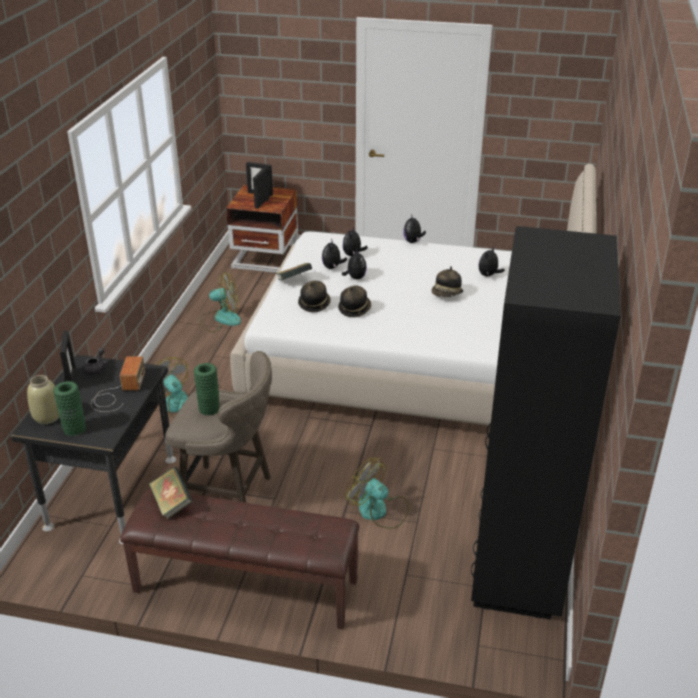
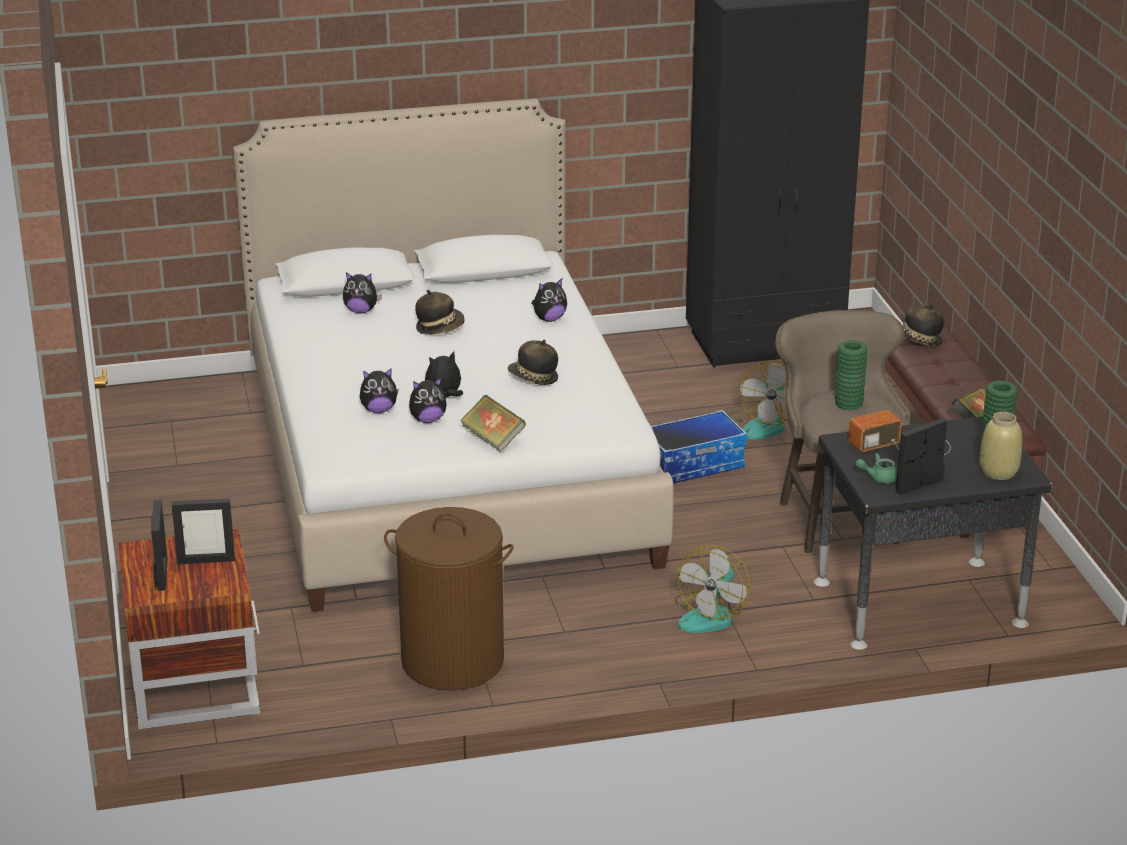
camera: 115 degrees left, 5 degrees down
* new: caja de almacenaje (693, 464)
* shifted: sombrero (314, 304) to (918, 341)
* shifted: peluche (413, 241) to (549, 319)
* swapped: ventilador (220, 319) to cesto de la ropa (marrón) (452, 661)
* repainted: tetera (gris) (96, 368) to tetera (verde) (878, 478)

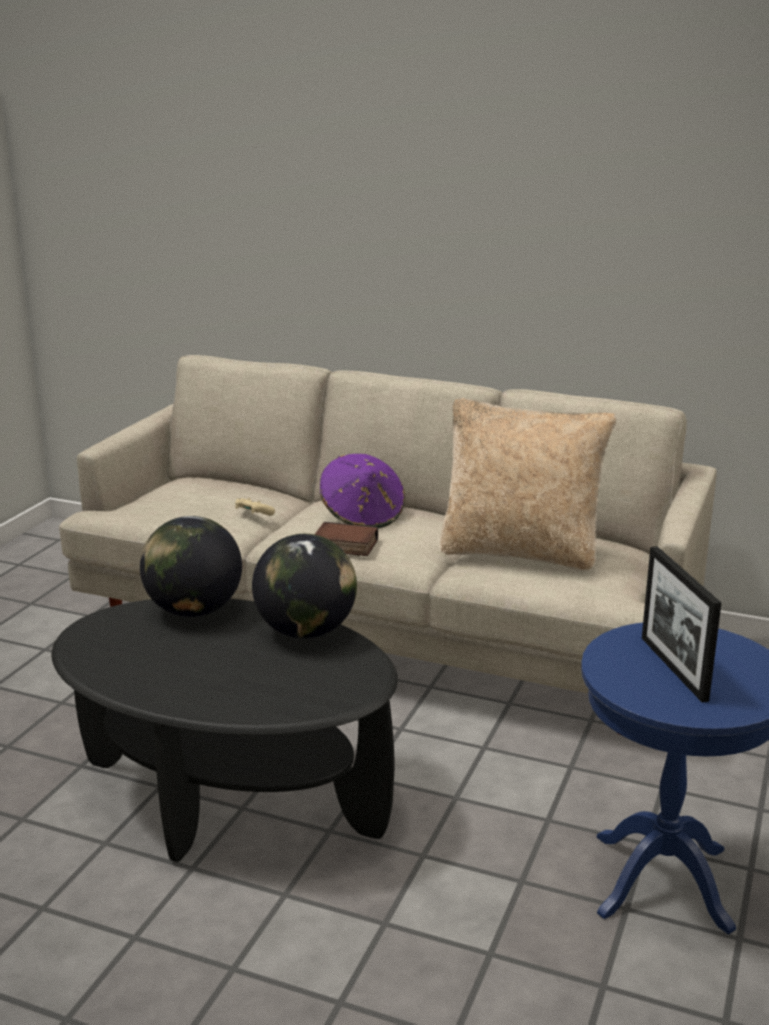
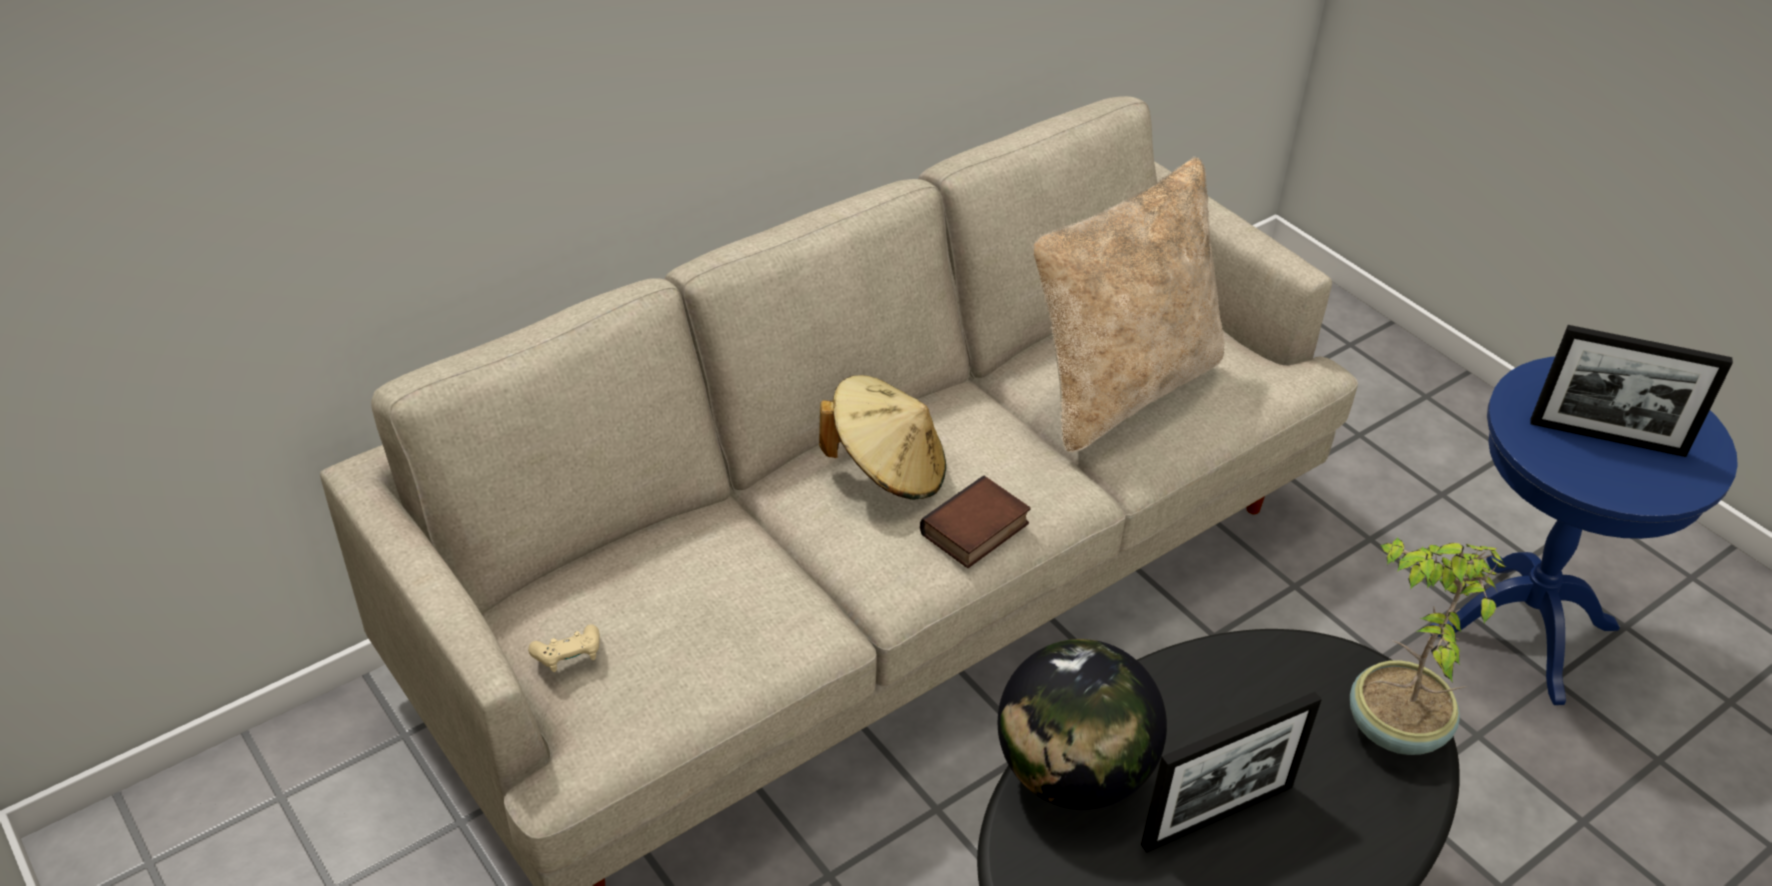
camera: 60 degrees left, 20 degrees up
* gone: globo terráqueo (305, 632)
* new: portarretratos (1217, 816)
* new: planta en maceta (1392, 728)
* shifted: mando de consola (beis) (253, 514) to (569, 657)
* repainted: sombrero (morado) (362, 516) to sombrero (beis) (887, 470)

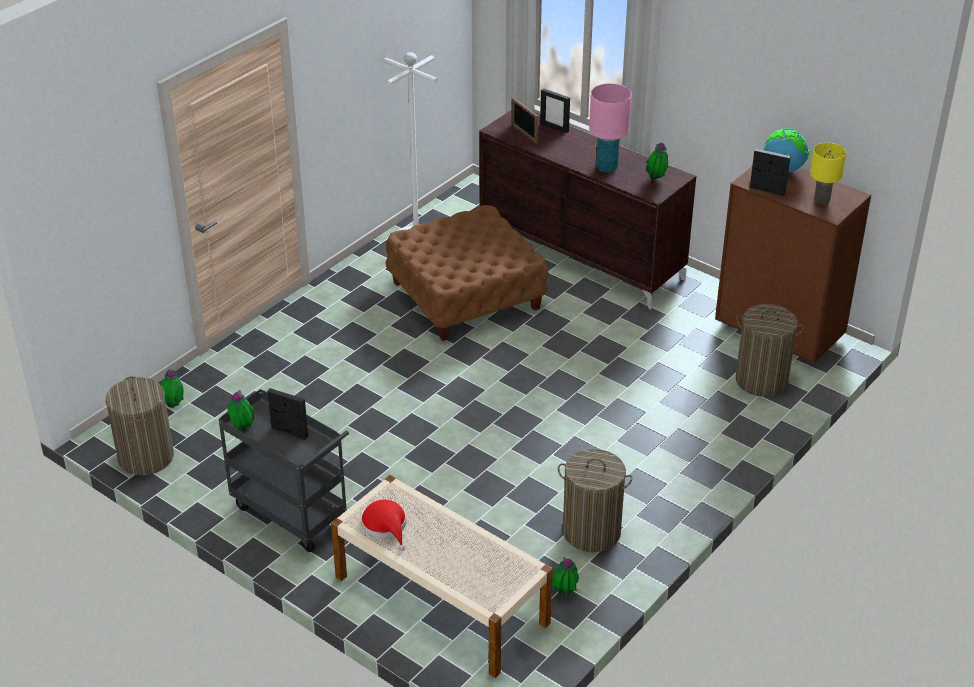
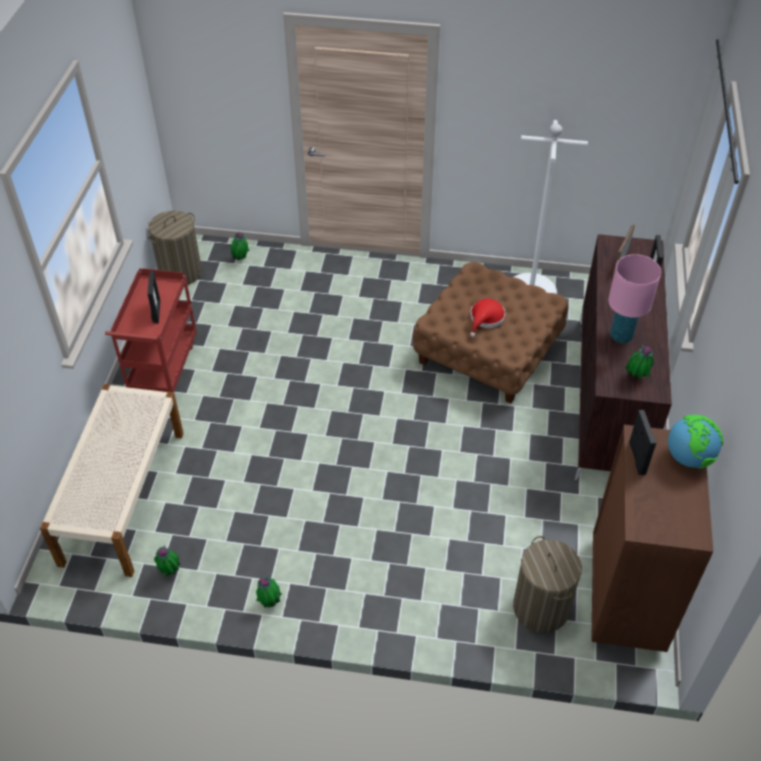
camera: 60 degrees right, 10 degrees up
* gone: cesto de la ropa (591, 532)
* gone: lámpara de mesa (amarillo) (820, 201)
* shifted: planta en maceta (242, 429) to (270, 602)
* shifted: sombrero (rojo) (386, 526) to (485, 319)
* repainted: carrito (gris) (292, 518) to carrito (rojo) (164, 373)

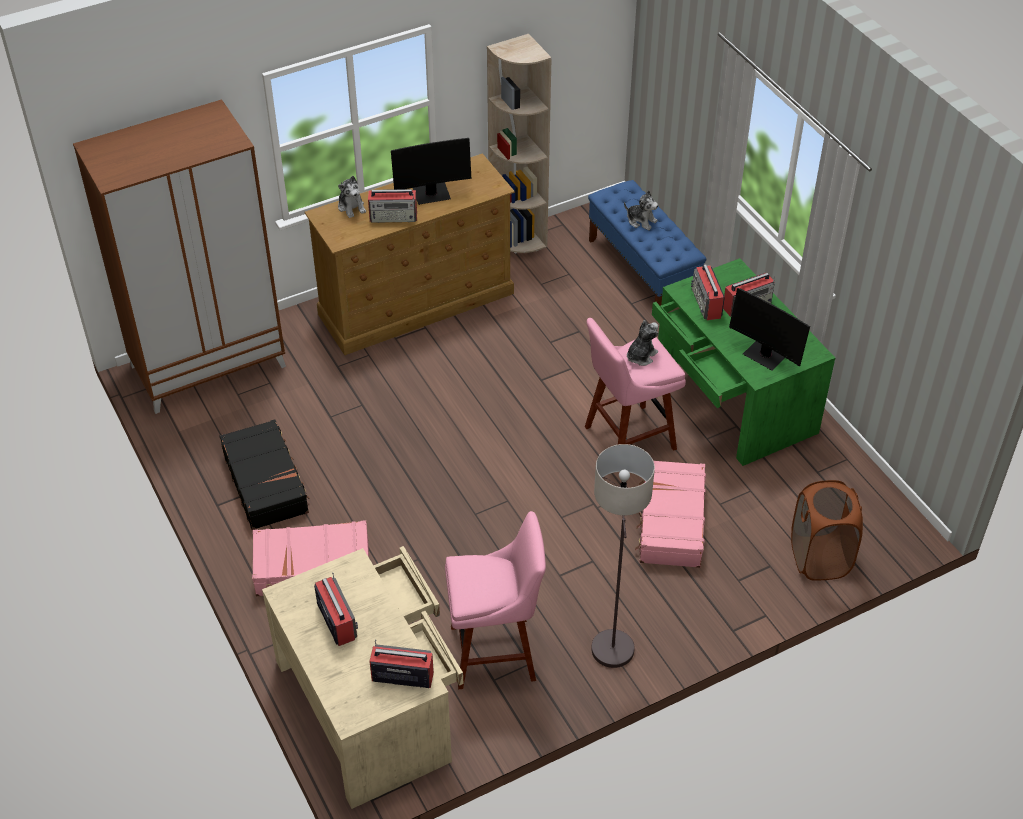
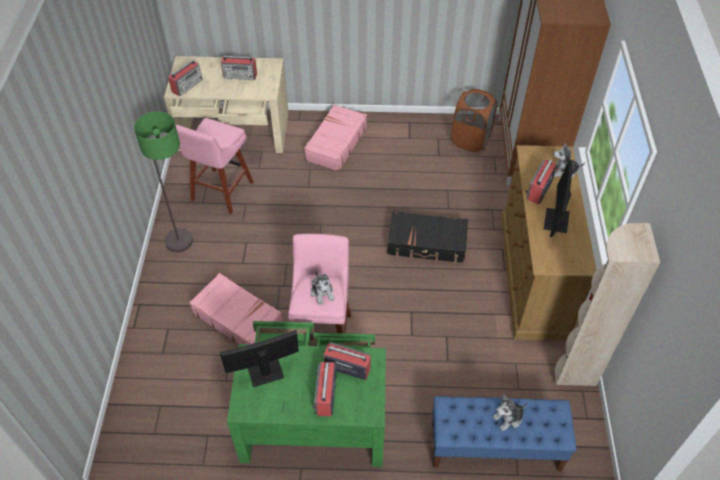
camera: 120 degrees right, 5 degrees up
* shifted: maleta (negro) (266, 482) to (427, 243)
* shifted: cesto de la ropa (marrón) (819, 558) to (470, 140)
* repainted: lámpara de pie (gris) (611, 639) to lámpara de pie (verde) (185, 244)

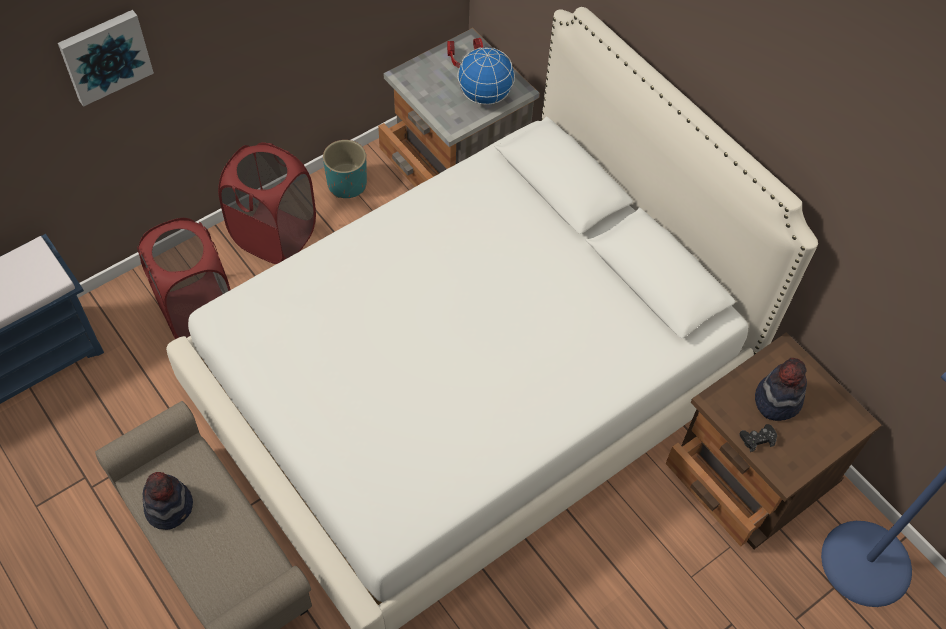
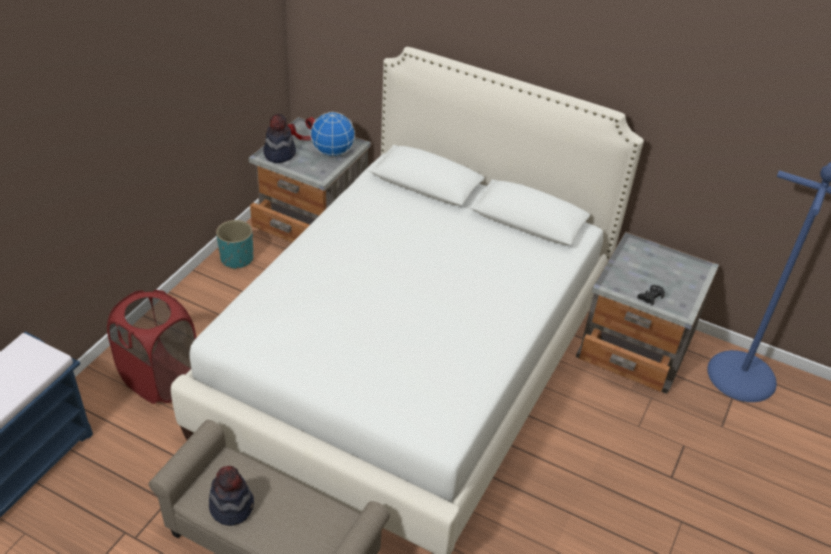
camera: 25 degrees left, 15 degrees down
* gone: cuadro (105, 55)
* gone: cesto de la ropa (rojo) (274, 236)
* shifted: sombrero (777, 399) to (279, 153)
* repainted: mesita de noche (marrón) (750, 474) to mesita de noche (gris) (635, 349)

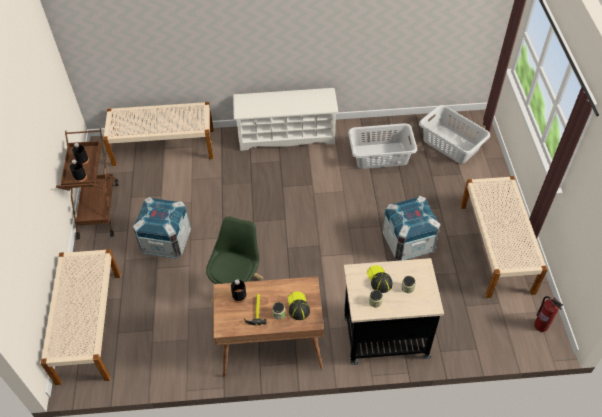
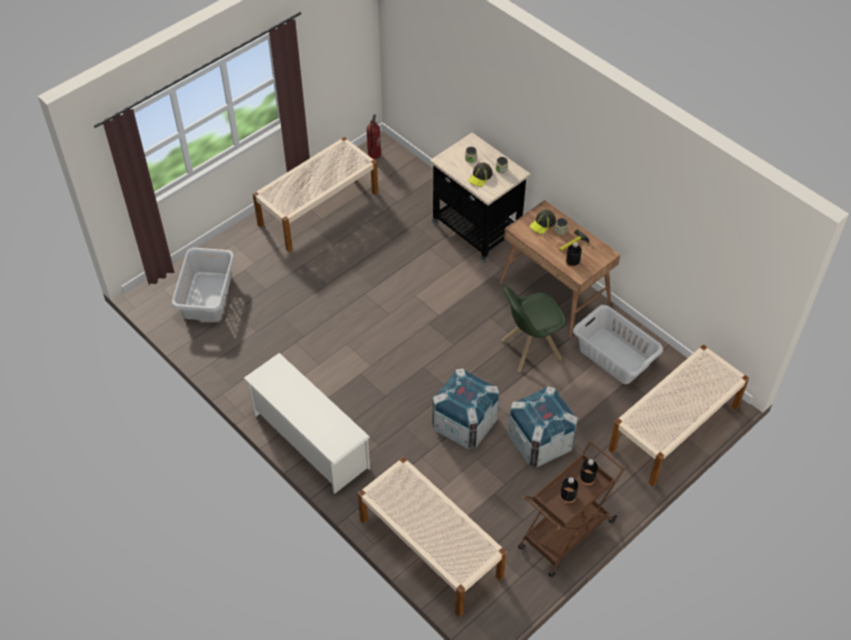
camera: 130 degrees left, 0 degrees up
* shifted: cesto de la ropa (gris) (380, 155) to (614, 357)
* shifted: caja de embalaje (408, 242) to (464, 424)

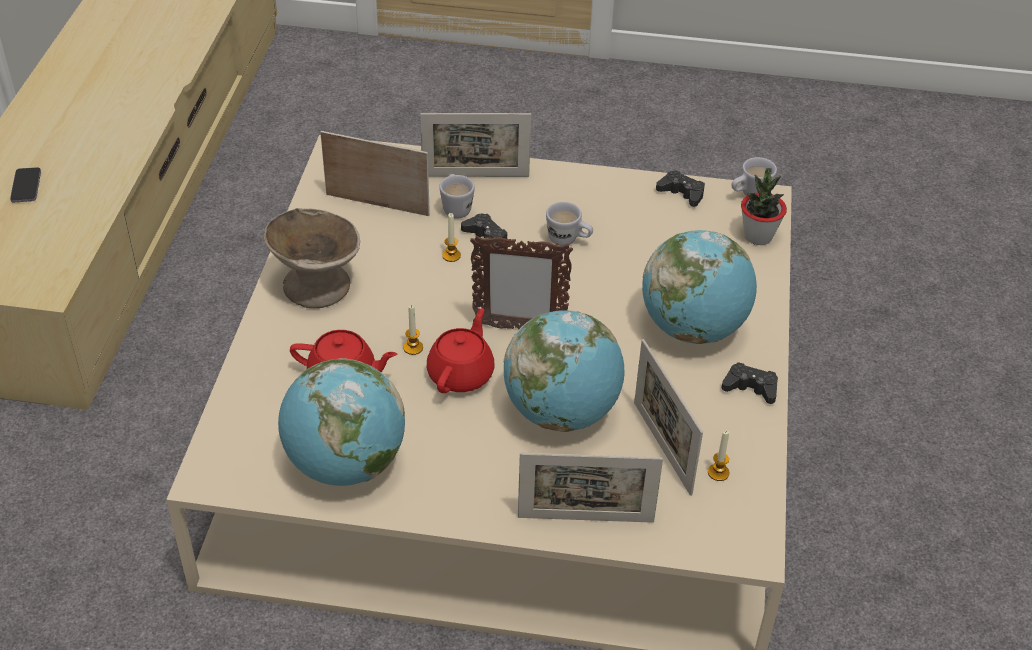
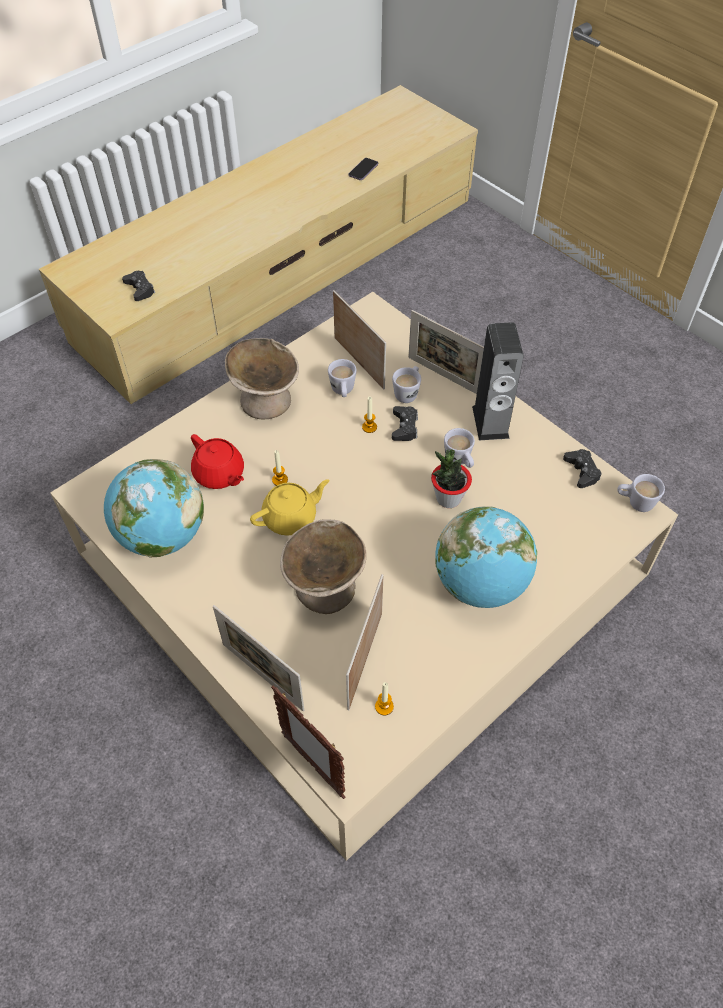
camera: 40 degrees right, 10 degrees up
* new: taza grande (blanco) (343, 392)
* new: altavoz (490, 422)
* shifted: móvil (26, 186) to (363, 170)
* shifted: portarretratos (518, 329) to (312, 764)
* shifted: mando de consola (negro) (750, 388) to (140, 289)
* shifted: planta en maceta (758, 236) to (448, 498)
* swapped: globo terráqueo (561, 412) to cuenco (beis) (325, 588)
* repainted: tetera (rojo) (461, 373) to tetera (amarillo) (291, 517)

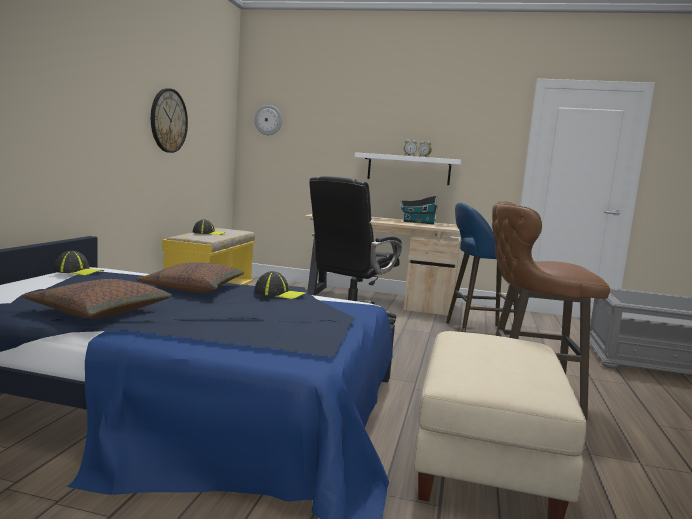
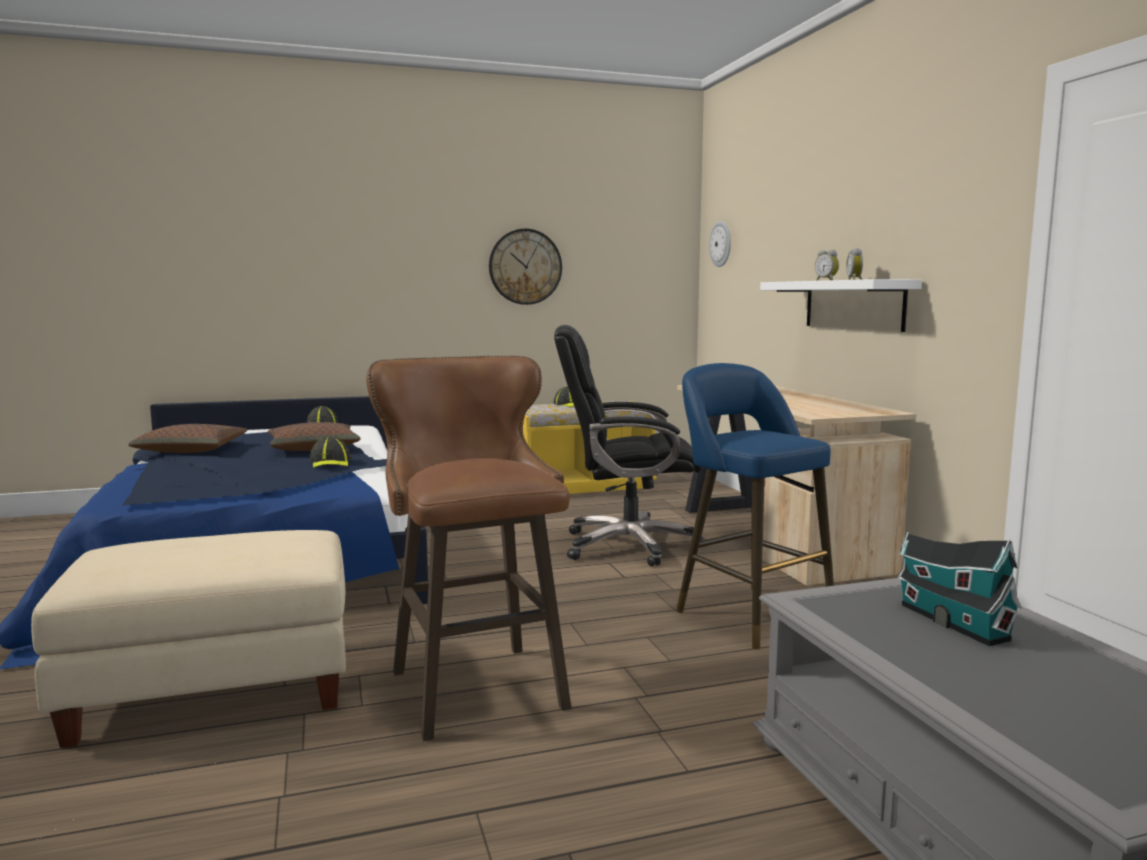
camera: 60 degrees right, 0 degrees up
* shifted: casita (417, 222) to (949, 620)

